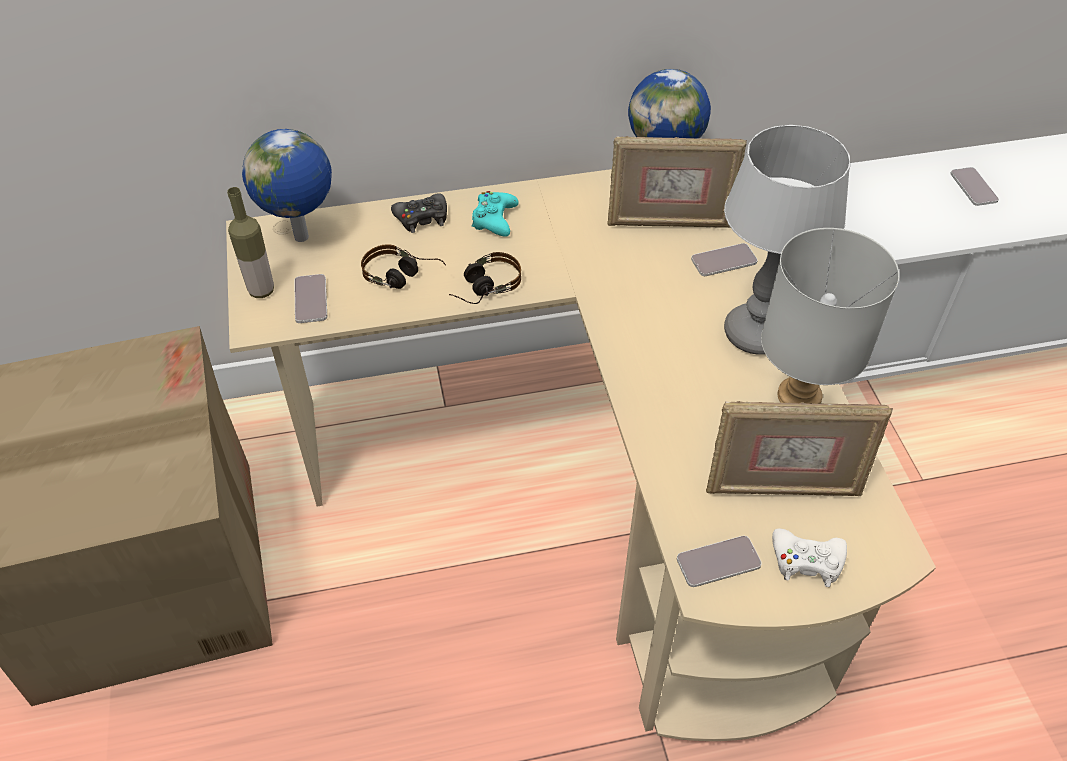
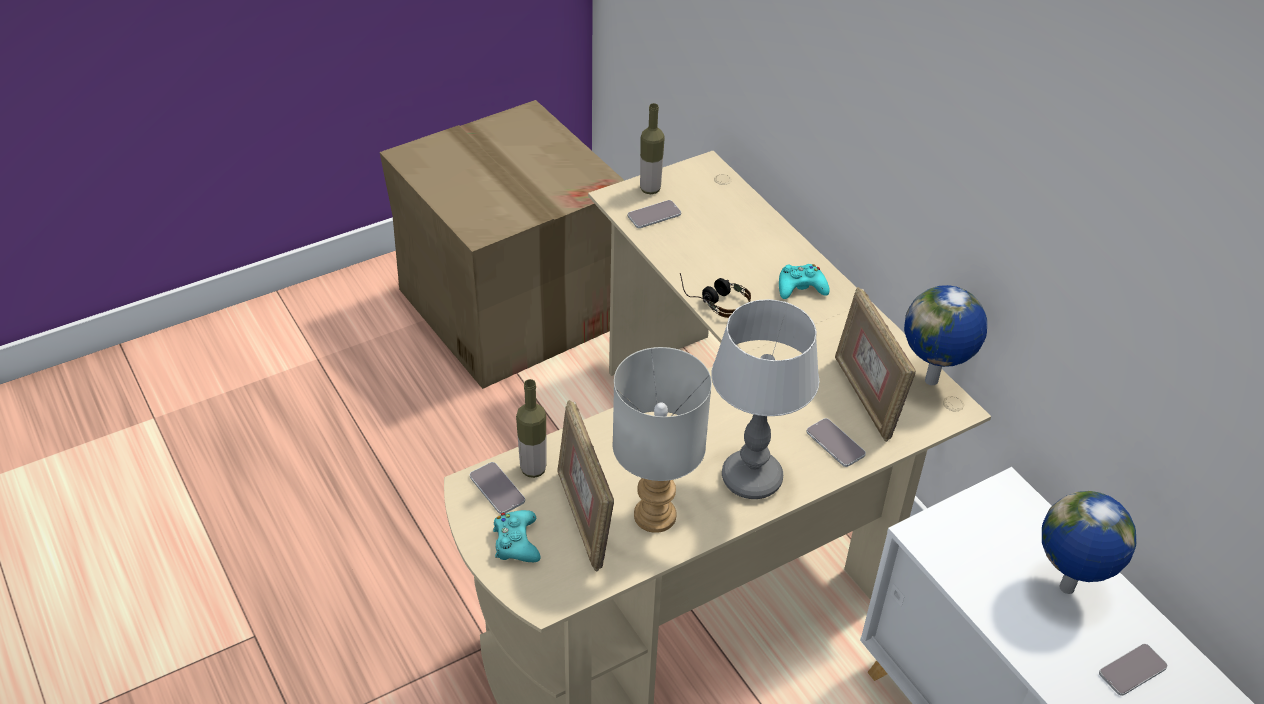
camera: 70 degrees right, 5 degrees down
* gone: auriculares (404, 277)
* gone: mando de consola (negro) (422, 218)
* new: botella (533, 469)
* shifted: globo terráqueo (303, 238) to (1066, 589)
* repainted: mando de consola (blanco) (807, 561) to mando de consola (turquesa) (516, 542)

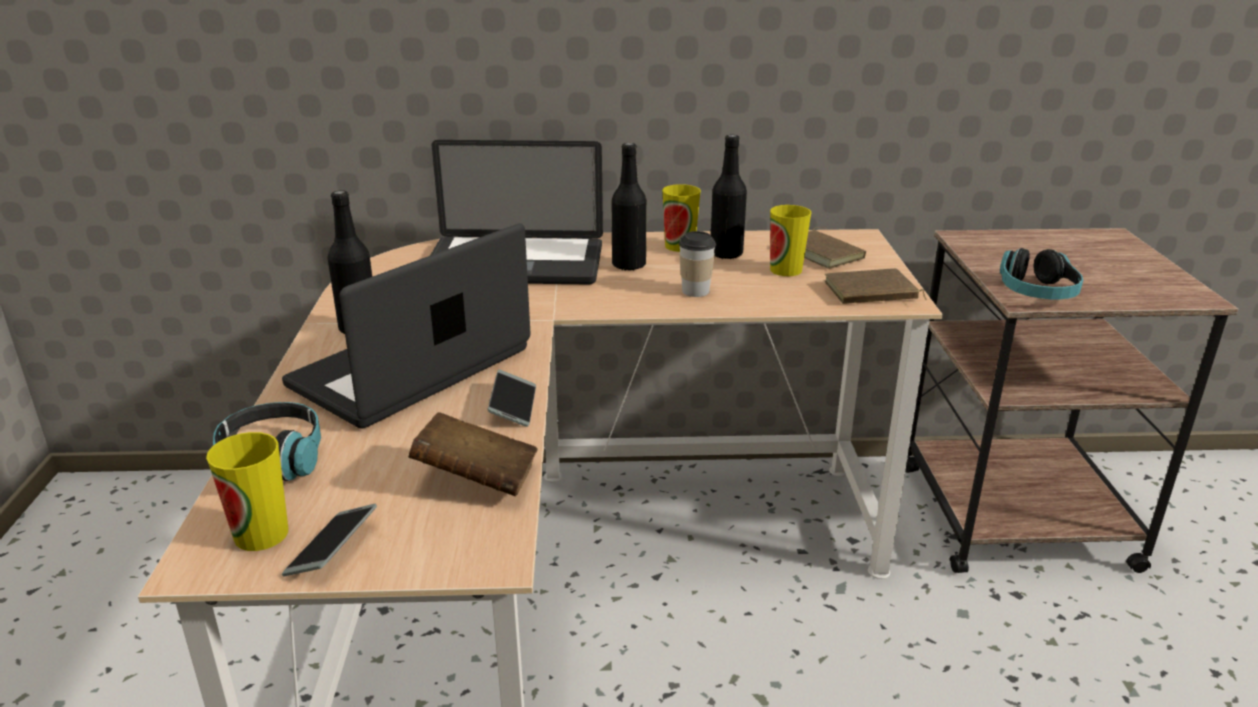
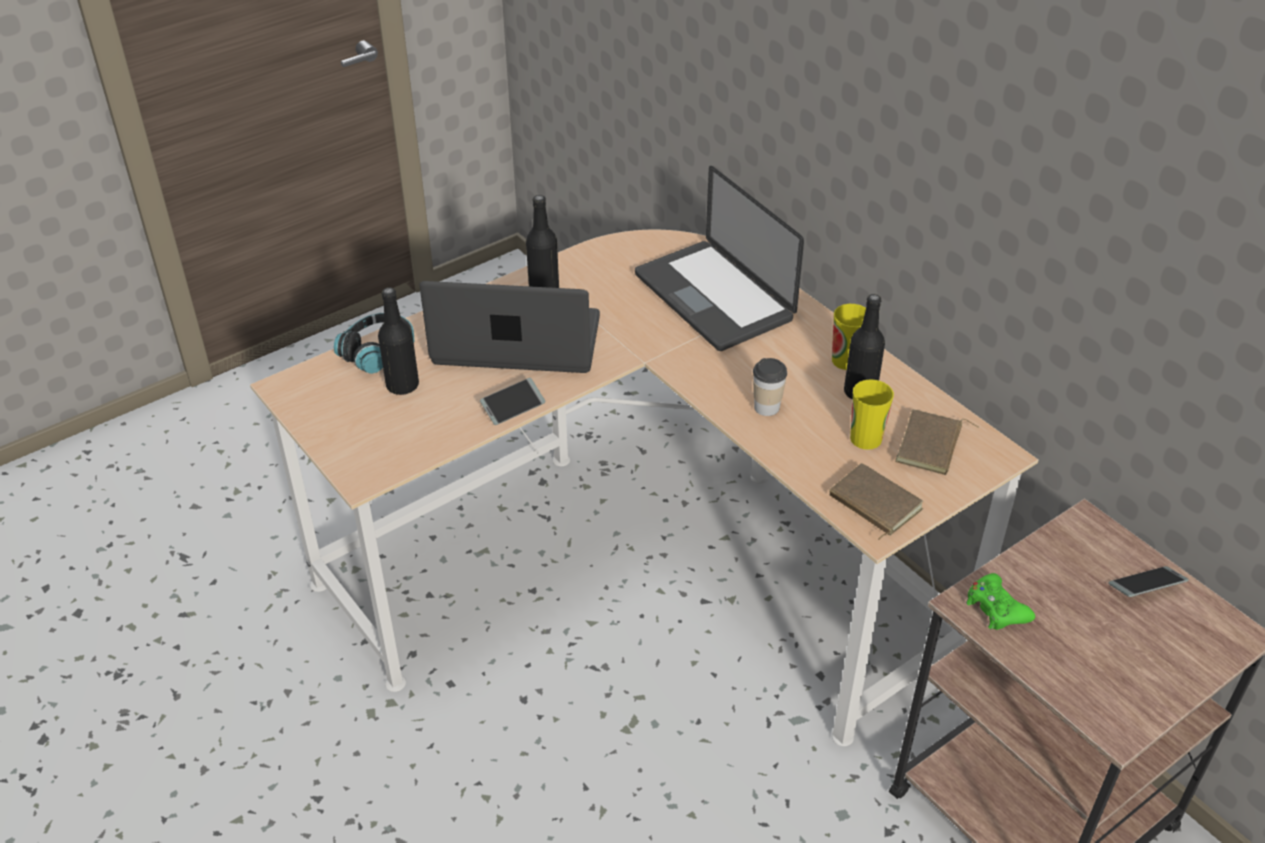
camera: 55 degrees right, 15 degrees up
* gone: taza (261, 534)
* gone: libro (marrón) (477, 479)
* shifted: móvil (332, 548) to (1146, 586)
* shifted: botella (negro) (629, 265) to (402, 385)
* swapped: auriculares (1036, 292) to mando de consola (verde) (996, 609)

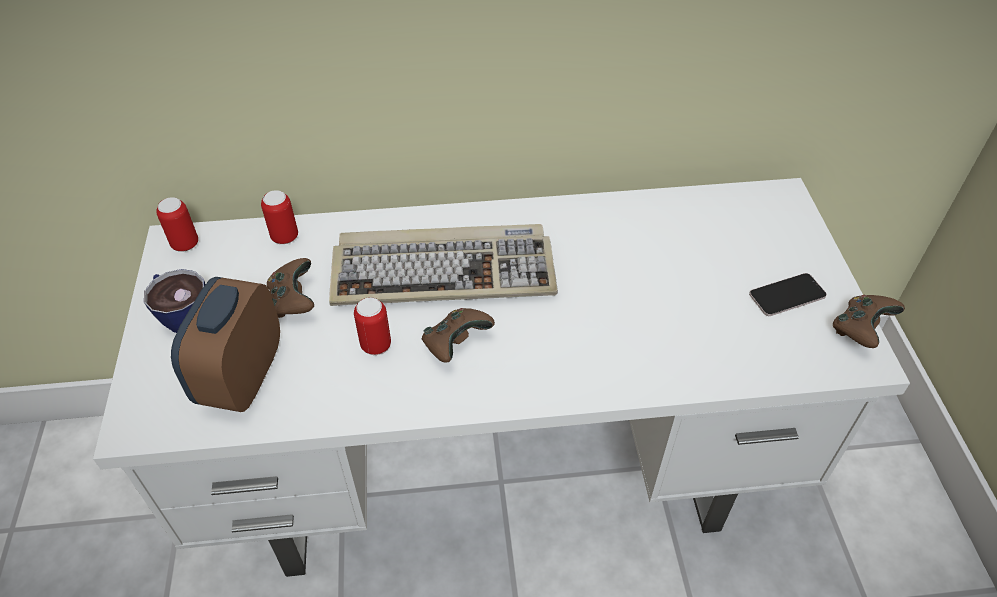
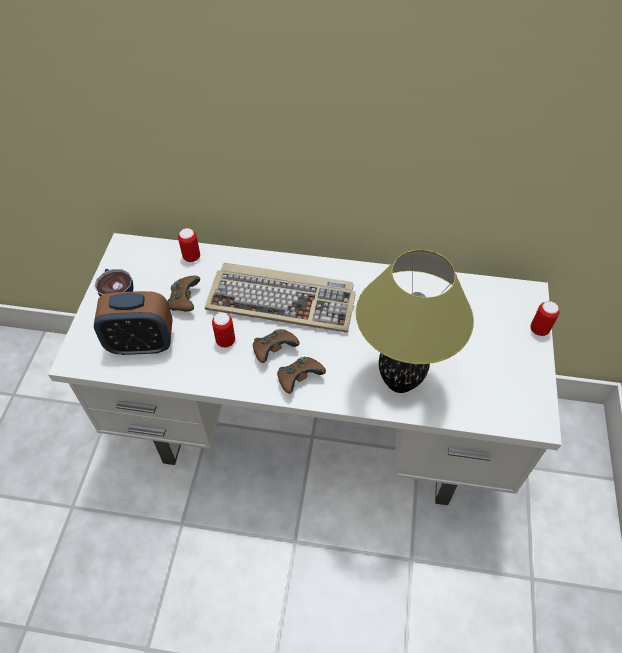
camera: 15 degrees right, 5 degrees up
* gone: móvil (787, 295)
* new: lámpara de mesa (399, 381)
* shifted: lata (185, 244) to (539, 329)
* shifted: mando de consola (marrón) (860, 330) to (299, 379)
* rotated: despertador (242, 377) = (142, 344) 120 degrees counterclockwise

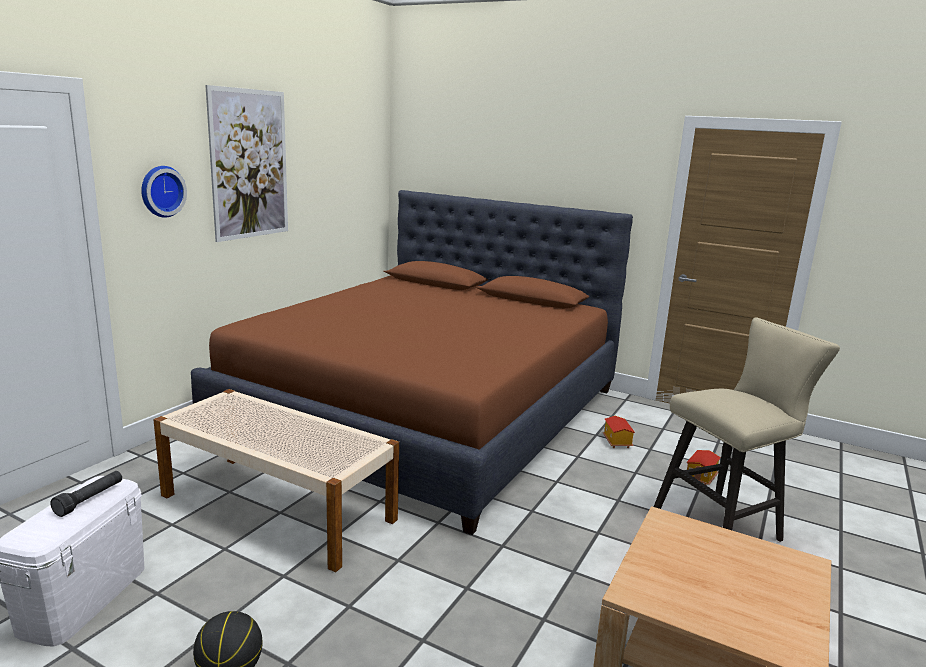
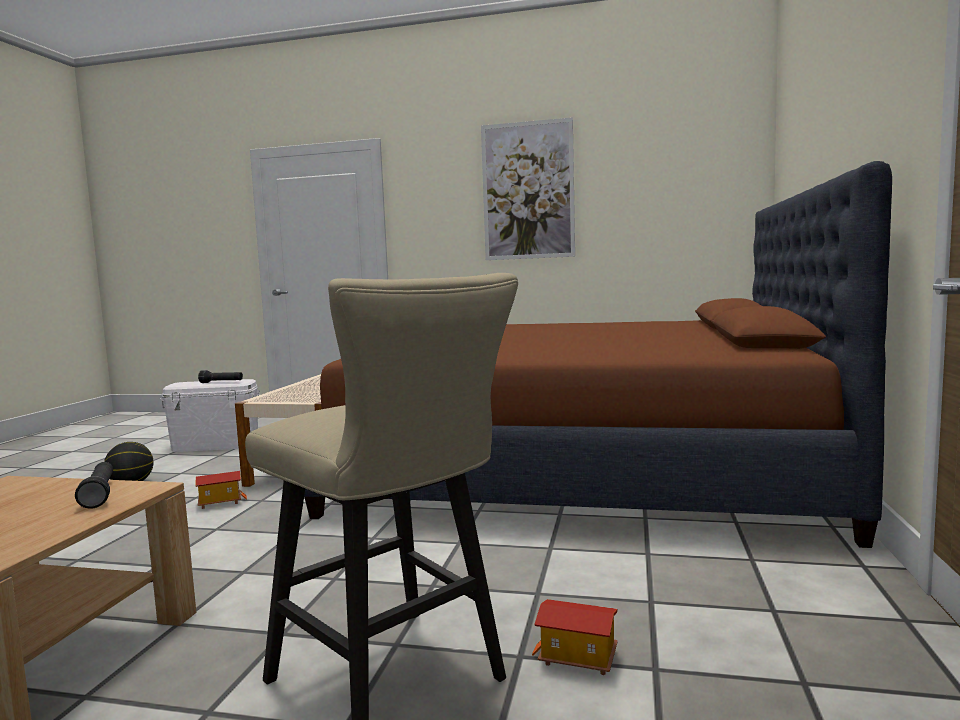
camera: 75 degrees right, 10 degrees down
* gone: reloj de pared (161, 191)
* new: linterna (negro) (99, 494)
* shifted: casita (616, 442) to (220, 502)

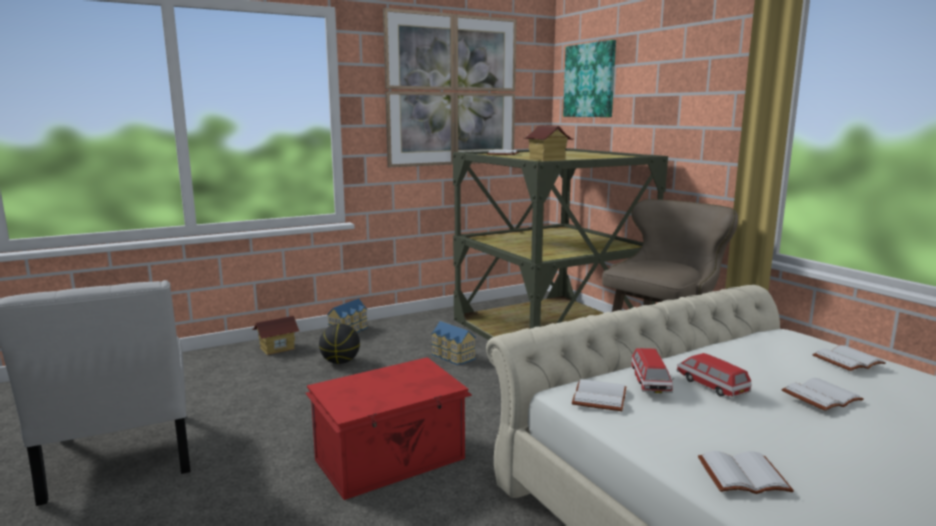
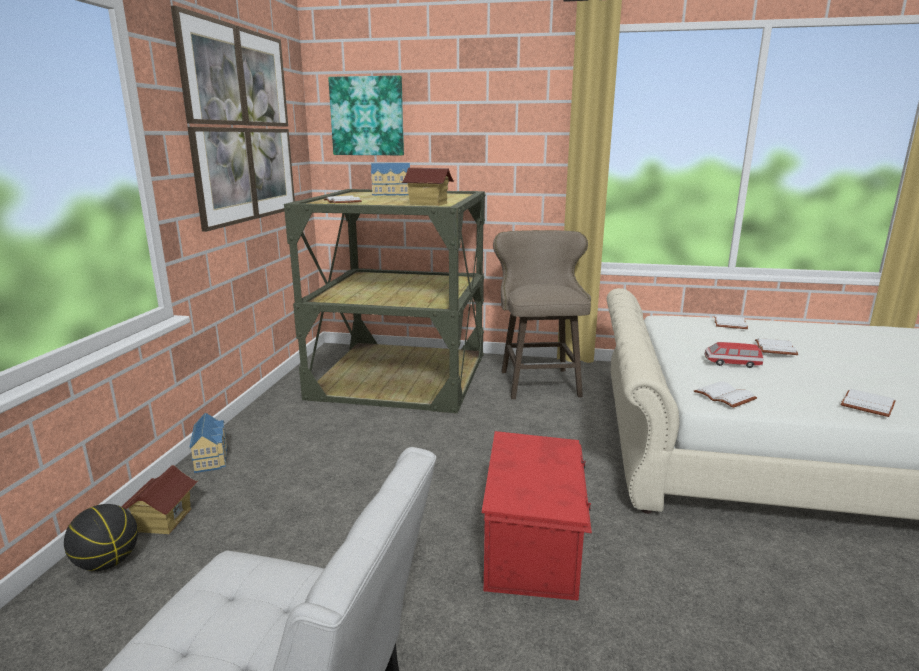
camera: 50 degrees left, 5 degrees up
* gone: coche de juguete (650, 383)
* shifted: balón de baloncesto (340, 362) to (108, 562)
* shifted: casita (452, 357) to (392, 194)

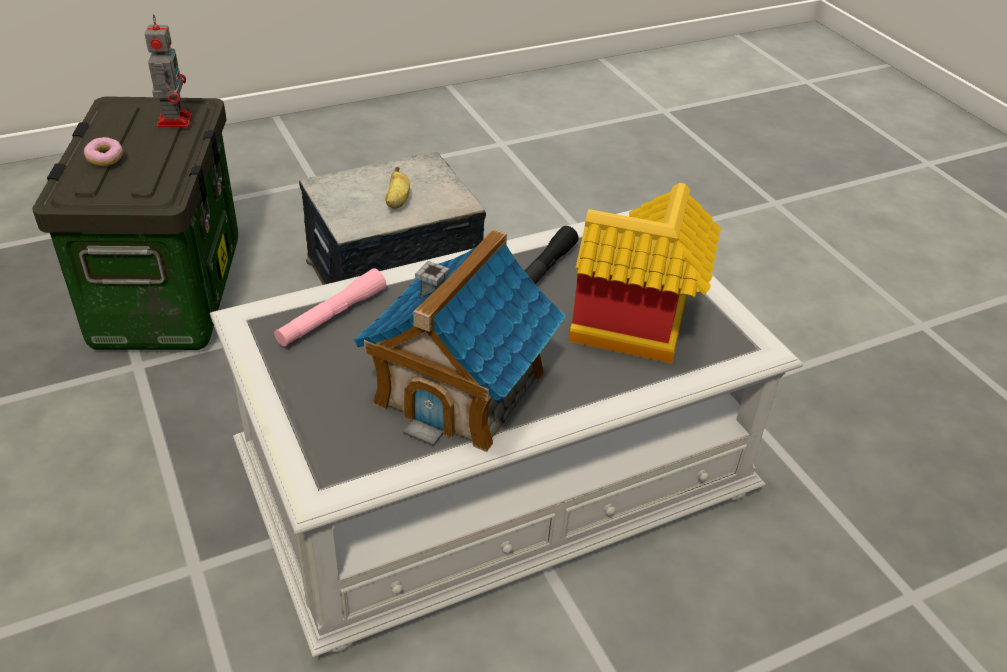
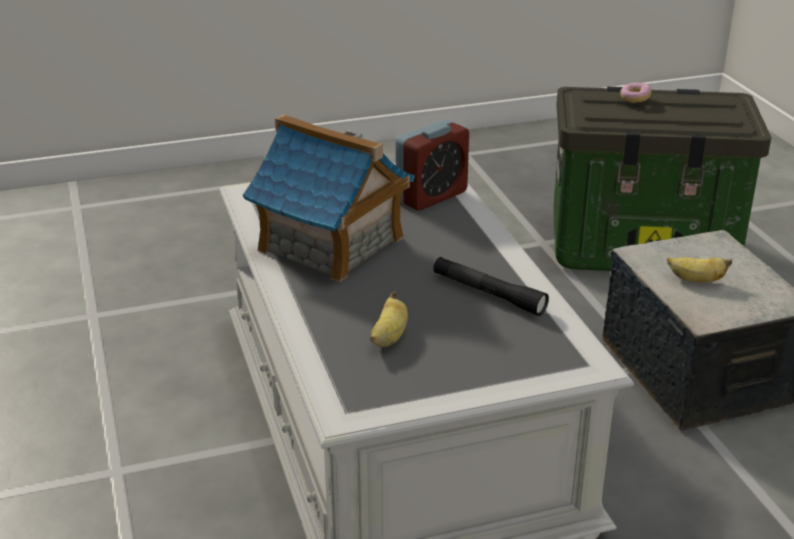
camera: 100 degrees right, 10 degrees down
* gone: robot de juguete (175, 120)
* swapped: linterna (rosa) (332, 316) to despertador (431, 196)
* swapped: casita (635, 331) to plátano (389, 337)

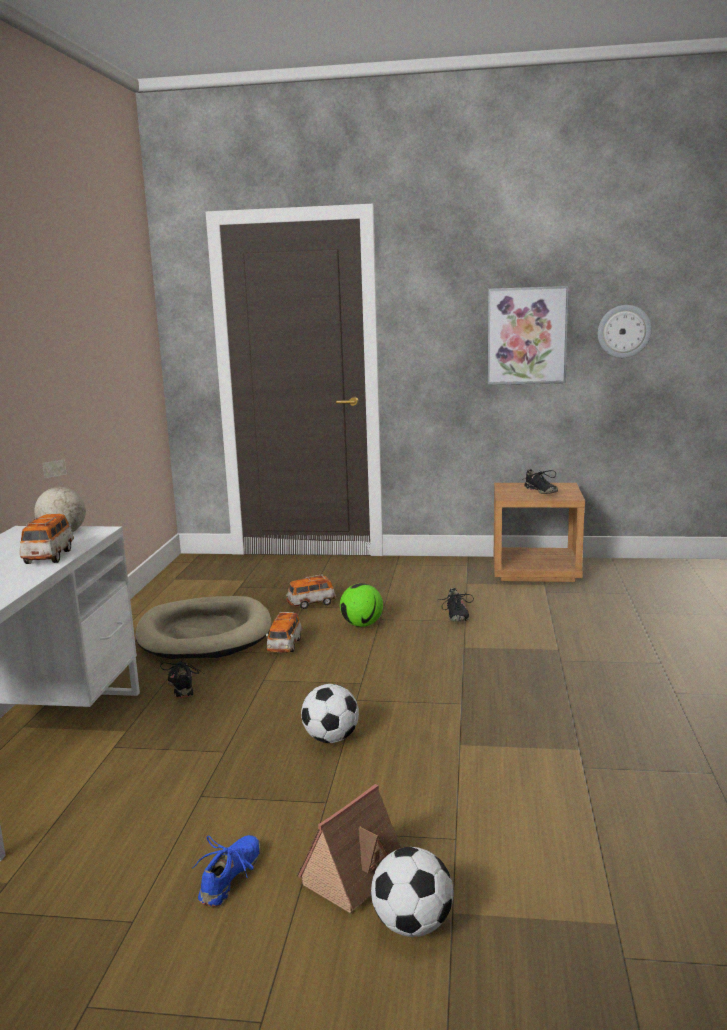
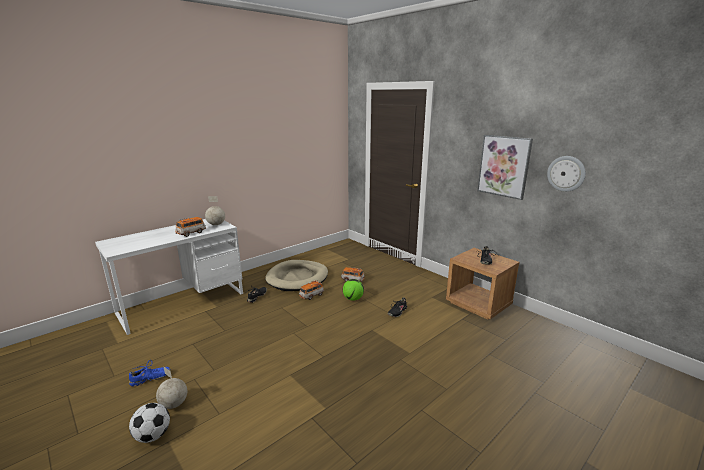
camera: 40 degrees right, 5 degrees up
* gone: balón de fútbol (331, 739)
* swapped: casita (356, 874) to globo terráqueo (174, 404)

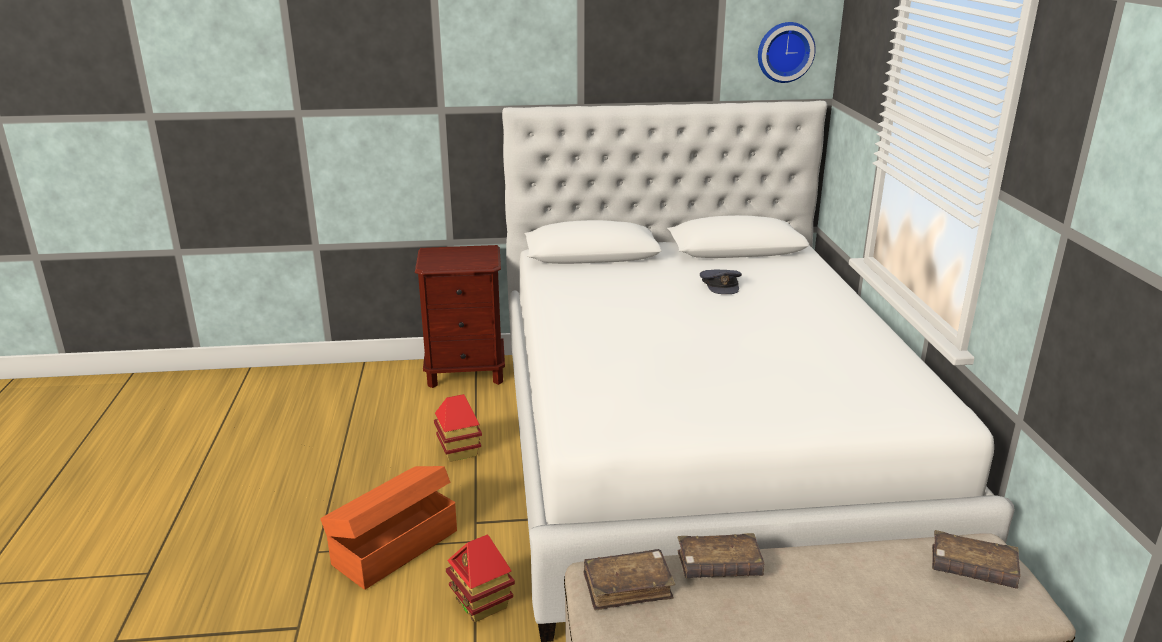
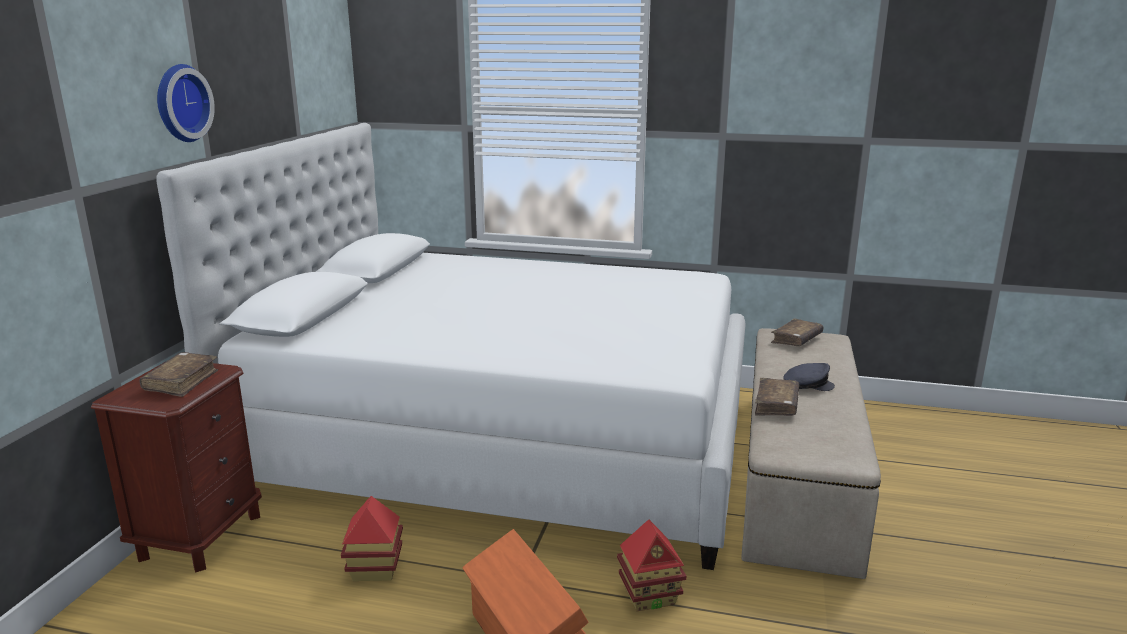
camera: 70 degrees left, 5 degrees down
* shifted: libro (marrón) (627, 587) to (181, 382)
* shifted: gorra (gris) (720, 285) to (807, 384)
* shifted: reloj de pared (784, 52) to (179, 103)

